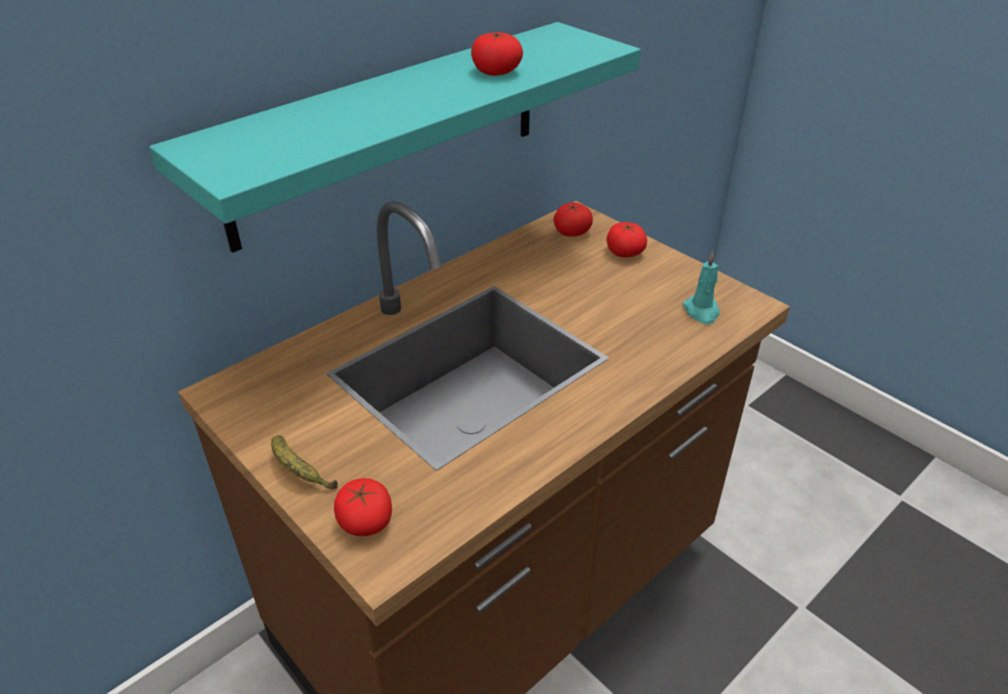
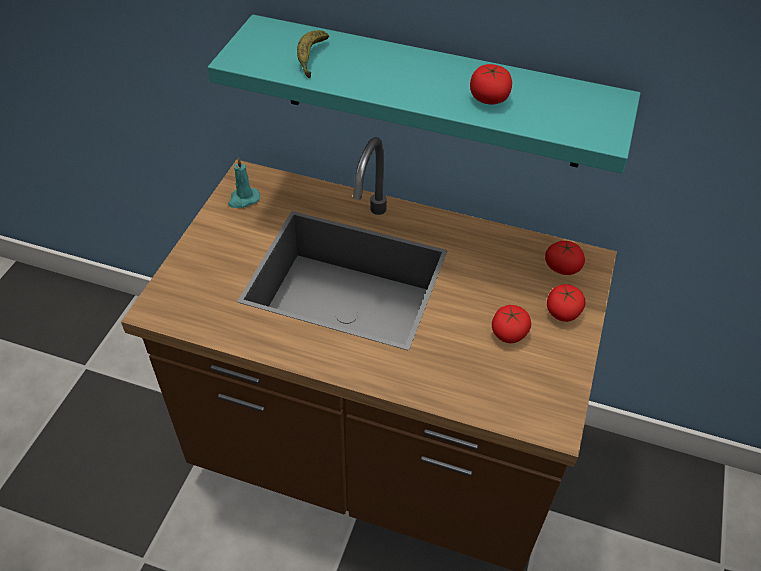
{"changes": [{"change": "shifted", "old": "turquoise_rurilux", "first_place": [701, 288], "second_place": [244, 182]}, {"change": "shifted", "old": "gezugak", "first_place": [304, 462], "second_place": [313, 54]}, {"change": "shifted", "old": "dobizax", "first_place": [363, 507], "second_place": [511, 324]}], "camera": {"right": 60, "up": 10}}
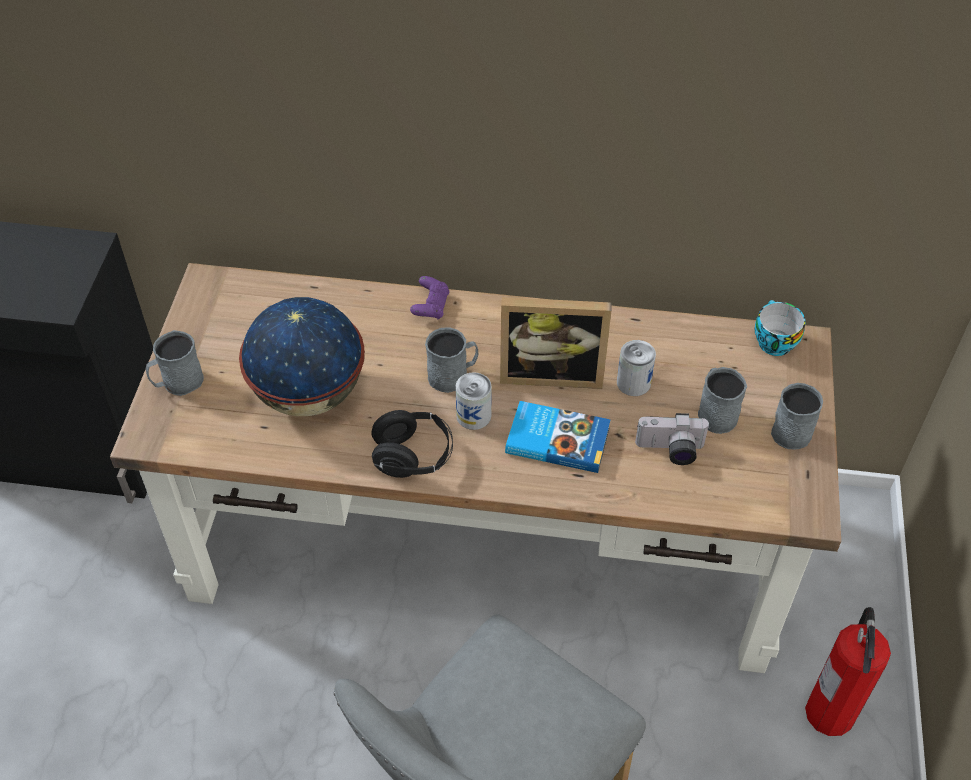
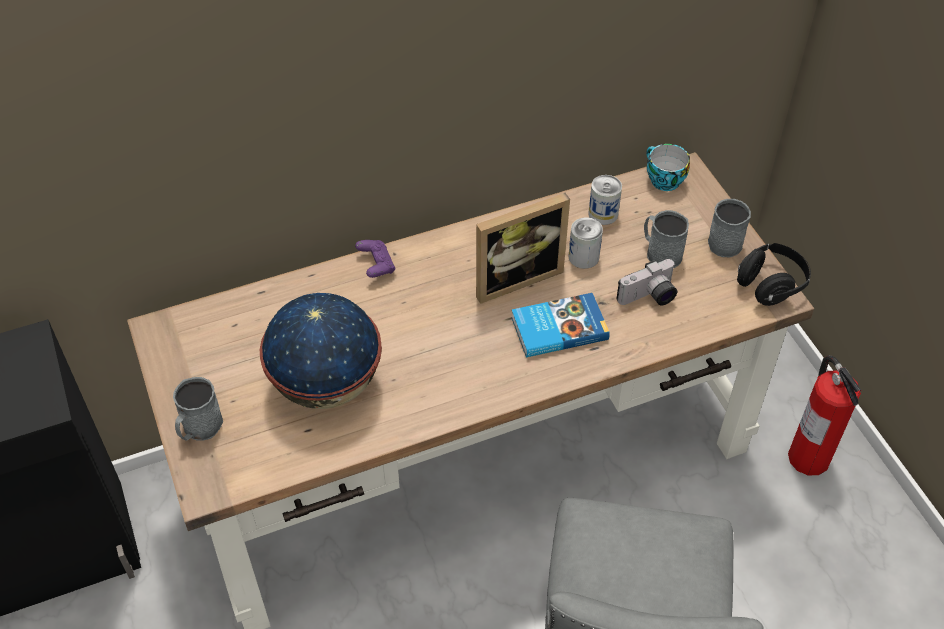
{"changes": [{"change": "gone", "old": "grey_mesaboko", "first_place": [451, 360]}, {"change": "shifted", "old": "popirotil", "first_place": [473, 401], "second_place": [605, 200]}, {"change": "shifted", "old": "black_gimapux", "first_place": [412, 444], "second_place": [774, 274]}], "camera": {"right": -30, "up": 0}}
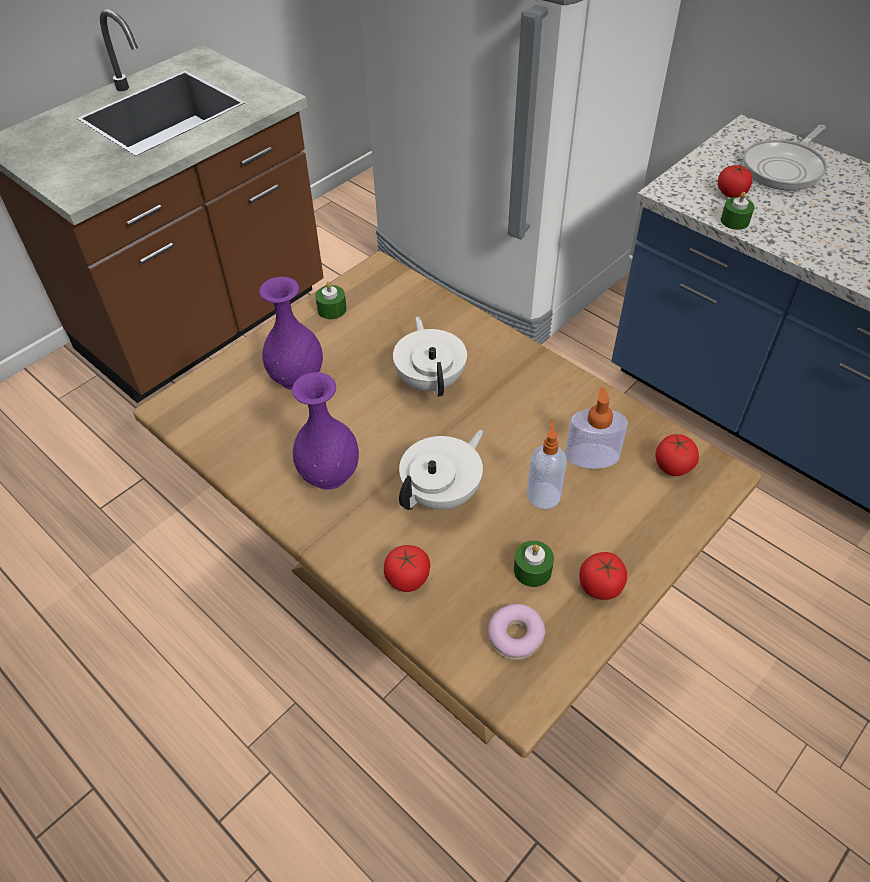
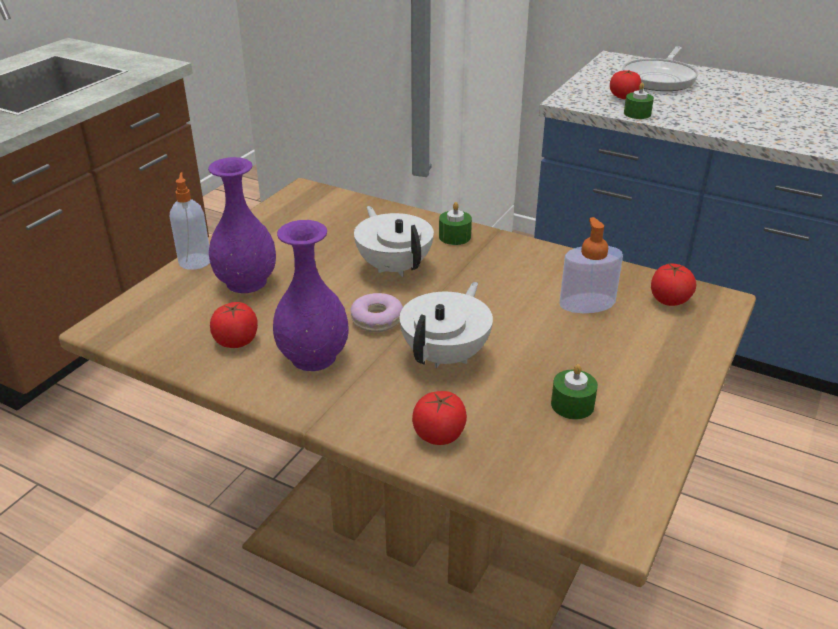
{"changes": [{"change": "shifted", "old": "green_rurilux", "first_place": [331, 300], "second_place": [455, 223]}, {"change": "shifted", "old": "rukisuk", "first_place": [547, 464], "second_place": [190, 221]}, {"change": "shifted", "old": "dobizax", "first_place": [603, 576], "second_place": [234, 325]}, {"change": "shifted", "old": "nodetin", "first_place": [517, 632], "second_place": [376, 312]}], "camera": {"right": -15, "up": -15}}
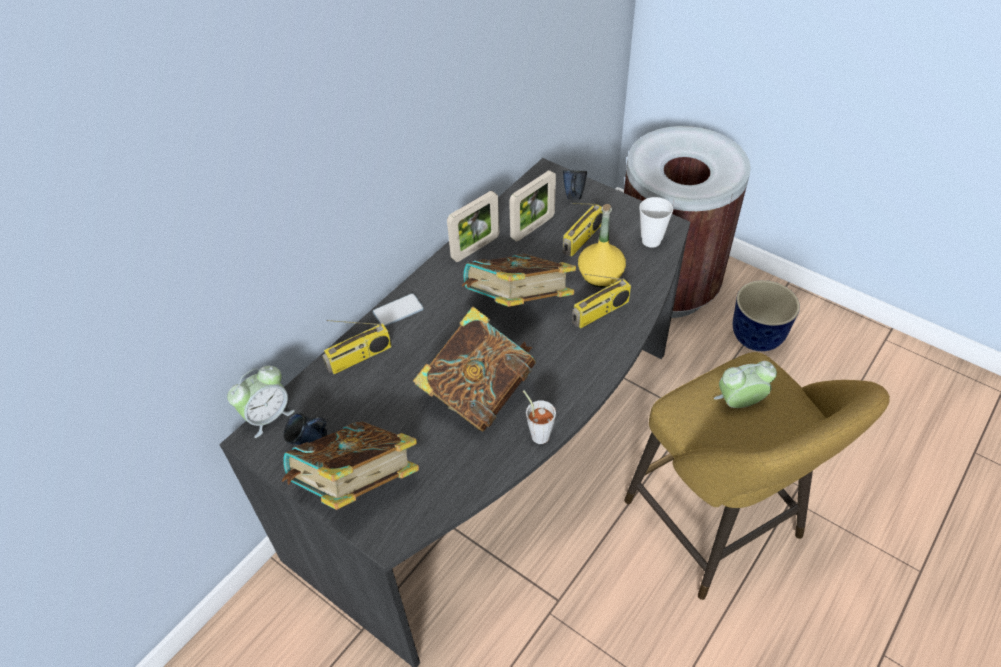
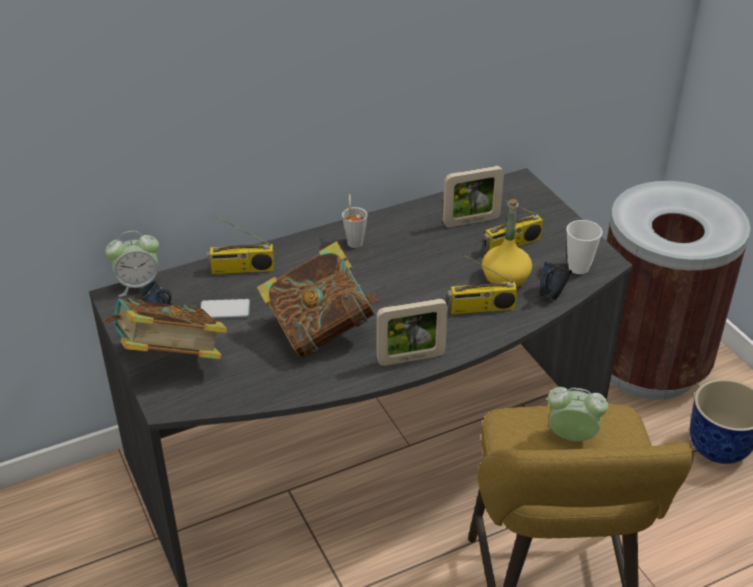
{"changes": [{"change": "shifted", "old": "blue_mesaboko", "first_place": [575, 185], "second_place": [555, 281]}, {"change": "shifted", "old": "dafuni", "first_place": [473, 226], "second_place": [412, 332]}, {"change": "gone", "old": "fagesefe", "first_place": [519, 280]}, {"change": "shifted", "old": "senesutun", "first_place": [398, 310], "second_place": [225, 309]}, {"change": "shifted", "old": "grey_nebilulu", "first_place": [539, 417], "second_place": [354, 221]}], "camera": {"right": 25, "up": -10}}
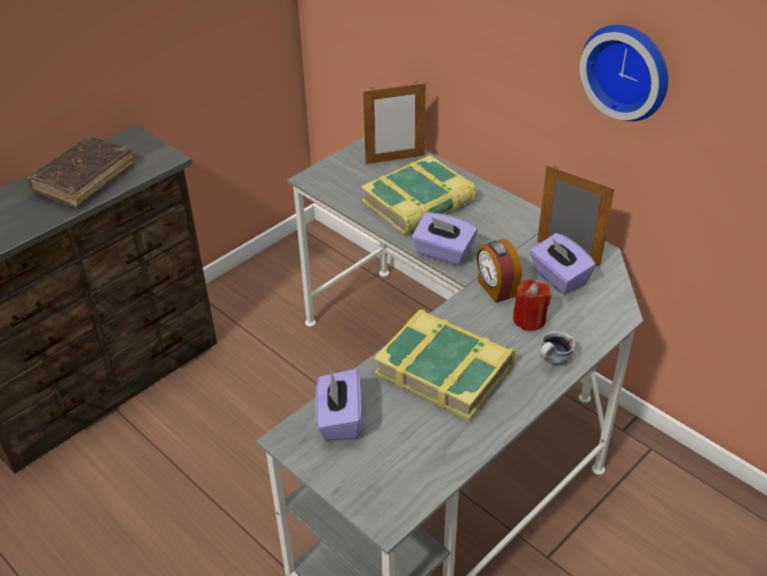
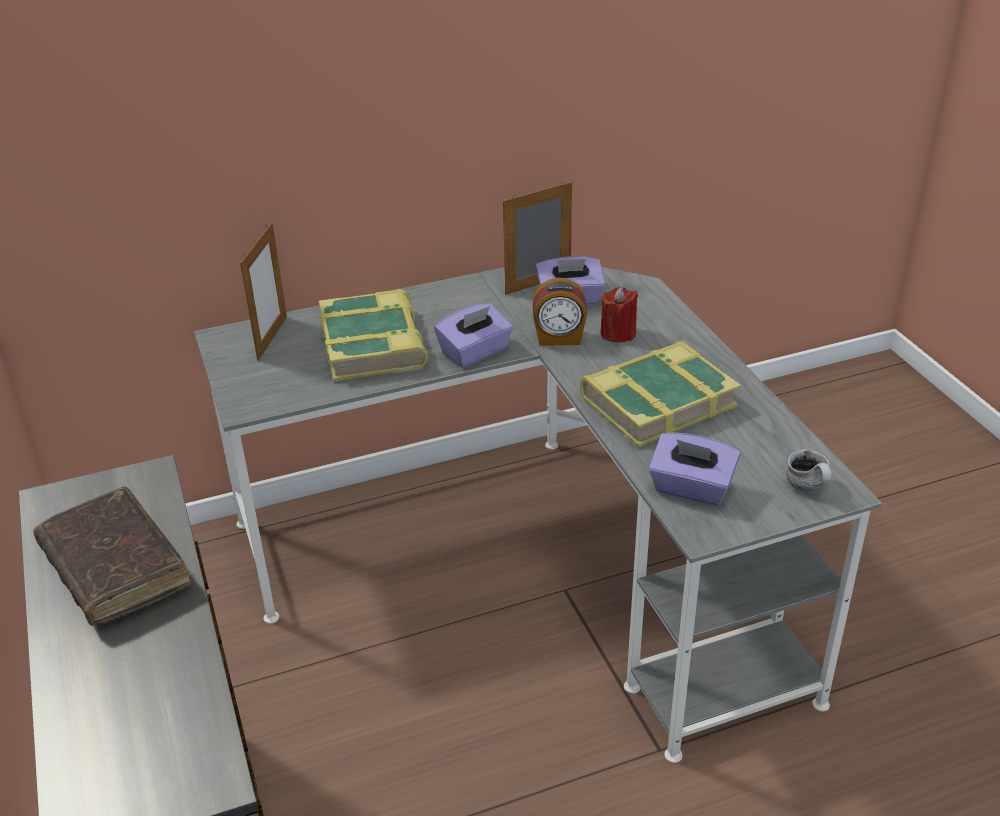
{"changes": [{"change": "gone", "old": "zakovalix", "first_place": [624, 73]}, {"change": "shifted", "old": "mesaboko", "first_place": [557, 348], "second_place": [809, 470]}], "camera": {"right": -65, "up": -5}}
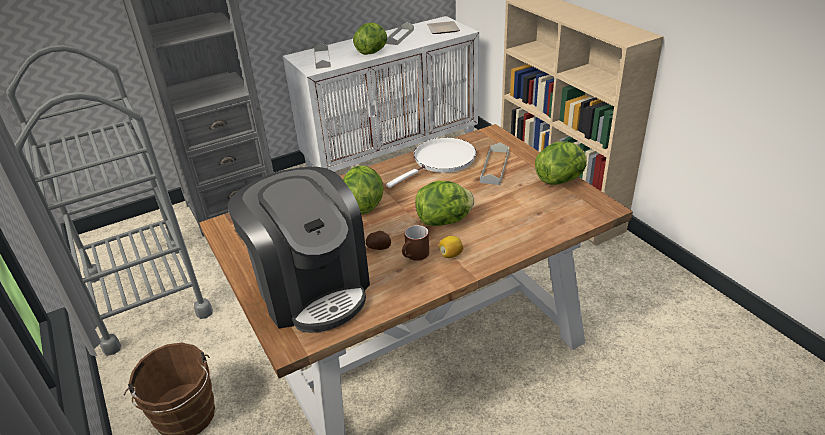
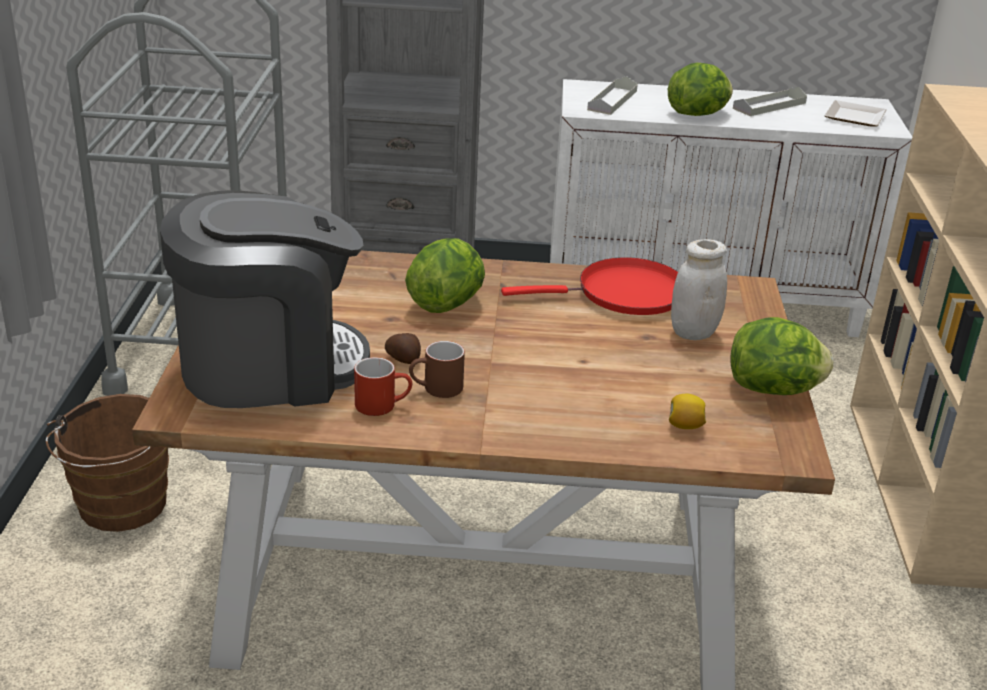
{"changes": [{"change": "repainted", "old": "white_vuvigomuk", "new": "red_vuvigomuk", "first_place": [431, 162], "second_place": [589, 286]}, {"change": "swapped", "old": "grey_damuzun", "new": "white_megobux", "first_place": [494, 164], "second_place": [699, 289]}, {"change": "rotated", "old": "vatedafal", "first_place": [298, 249], "second_place": [265, 299], "degrees": -105}, {"change": "gone", "old": "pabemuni", "first_place": [444, 203]}, {"change": "shifted", "old": "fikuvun", "first_place": [451, 247], "second_place": [687, 411]}, {"change": "new", "new": "red_mesaboko", "second_place": [383, 386]}], "camera": {"right": 30, "up": -5}}
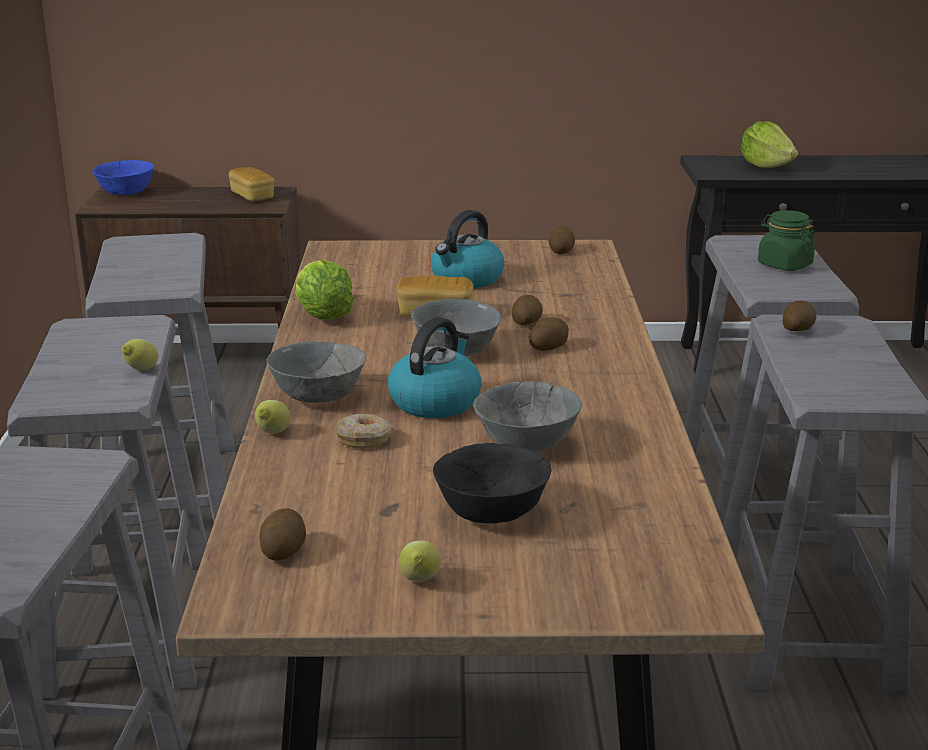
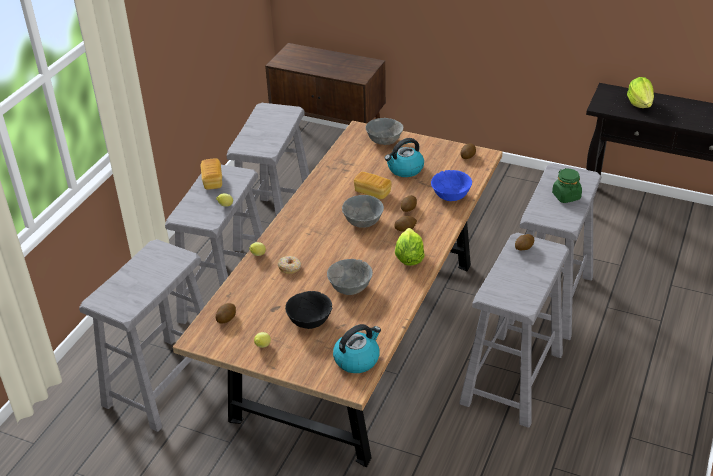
{"changes": [{"change": "shifted", "old": "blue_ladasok", "first_place": [123, 177], "second_place": [451, 185]}, {"change": "shifted", "old": "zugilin", "first_place": [252, 184], "second_place": [211, 174]}, {"change": "shifted", "old": "pabemuni", "first_place": [324, 290], "second_place": [409, 247]}, {"change": "shifted", "old": "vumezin", "first_place": [435, 367], "second_place": [357, 348]}, {"change": "shifted", "old": "grey_ladasok", "first_place": [316, 372], "second_place": [385, 131]}], "camera": {"right": 25, "up": 15}}
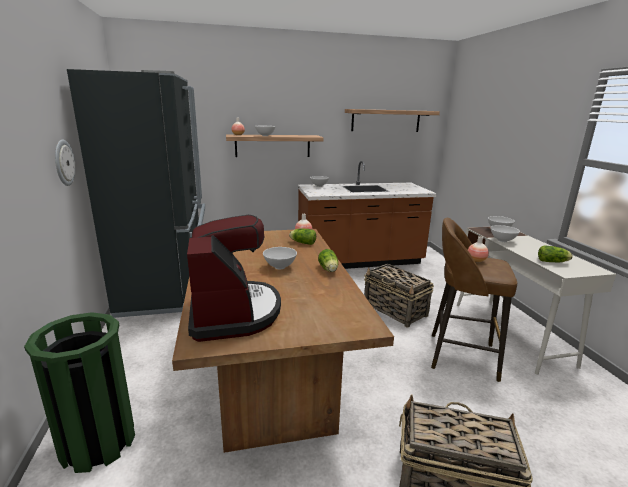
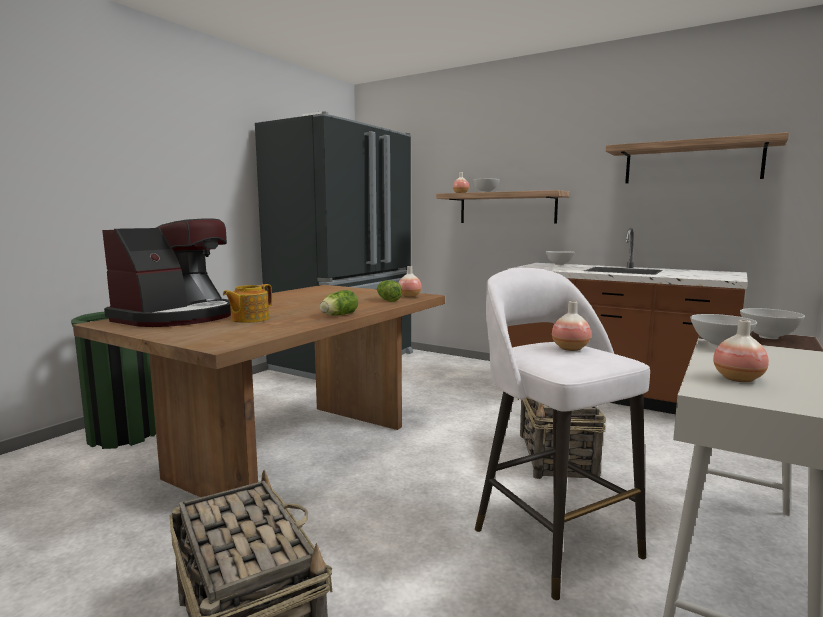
{"changes": [{"change": "gone", "old": "zakovalix", "first_place": [65, 162]}, {"change": "repainted", "old": "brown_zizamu", "new": "white_zizamu", "first_place": [474, 300], "second_place": [562, 434]}, {"change": "swapped", "old": "pabemuni", "new": "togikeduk", "first_place": [555, 253], "second_place": [741, 351]}, {"change": "gone", "old": "white_ladasok", "first_place": [280, 258]}, {"change": "new", "new": "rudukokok", "second_place": [247, 303]}], "camera": {"right": 45, "up": -10}}
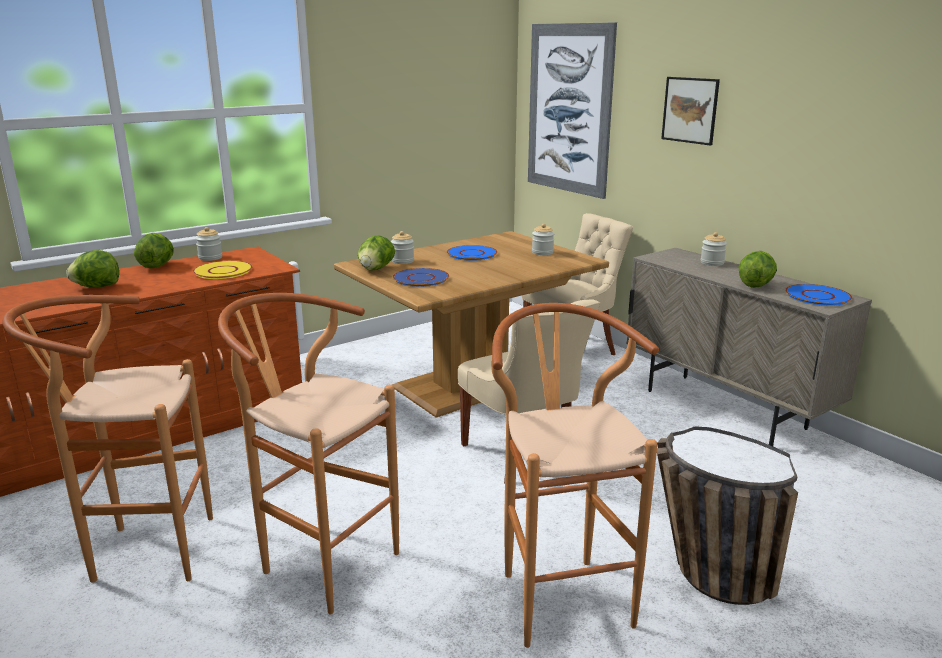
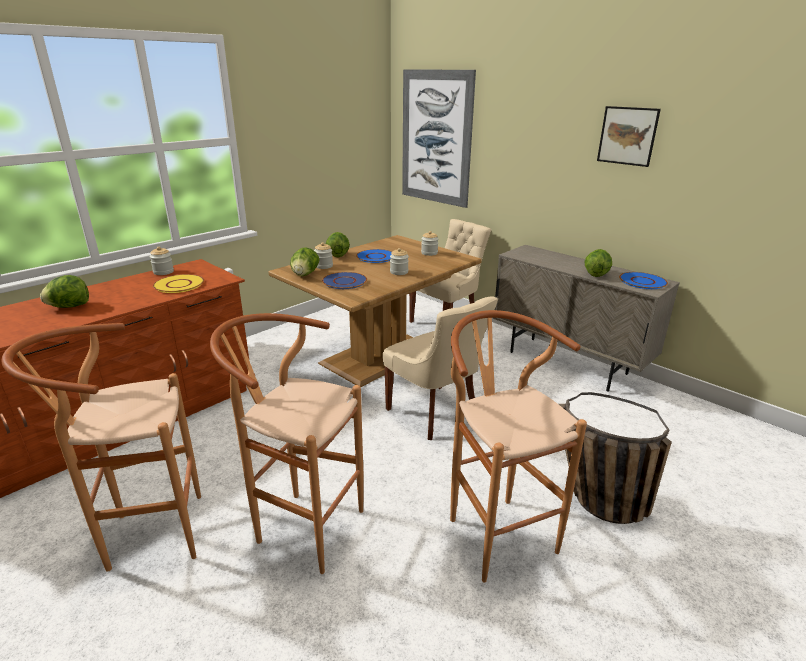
{"changes": [{"change": "shifted", "old": "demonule", "first_place": [690, 111], "second_place": [629, 136]}, {"change": "shifted", "old": "megobux", "first_place": [713, 249], "second_place": [399, 261]}, {"change": "shifted", "old": "pabemuni", "first_place": [154, 250], "second_place": [338, 244]}], "camera": {"right": -10, "up": 5}}
